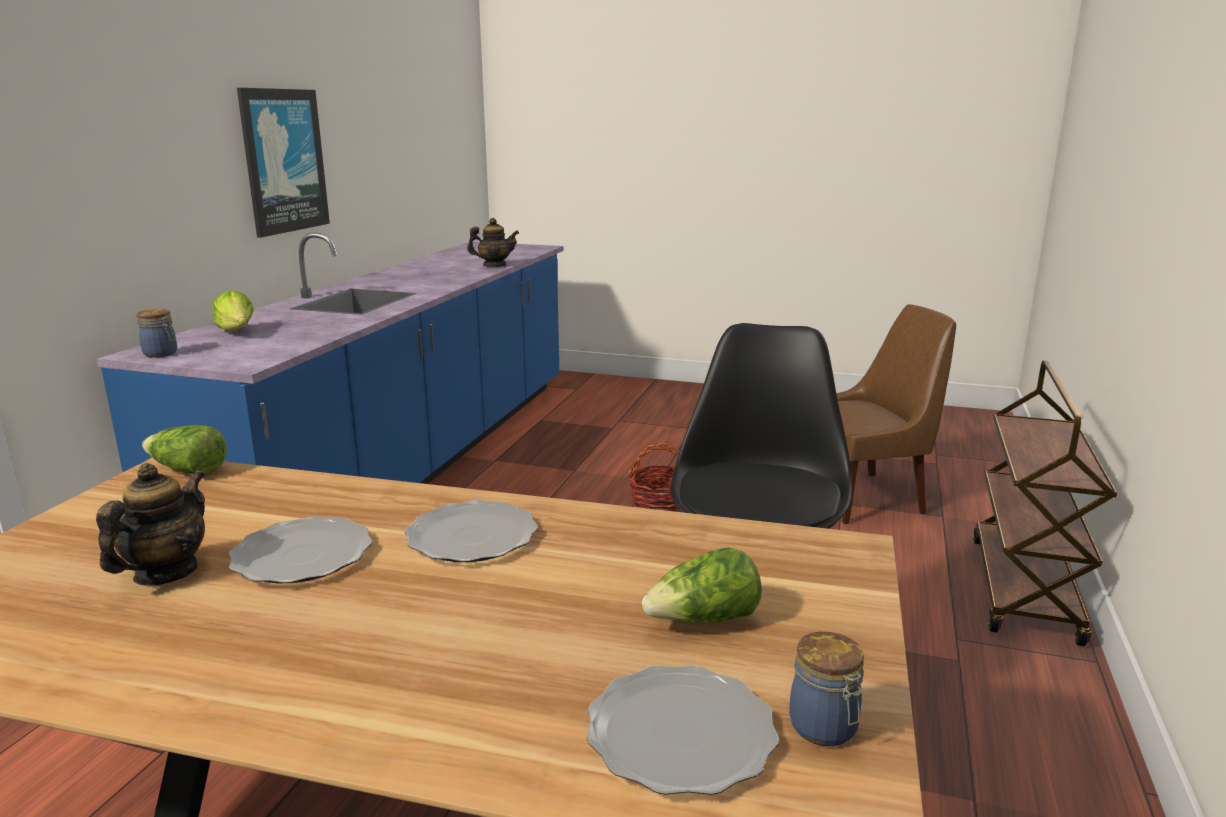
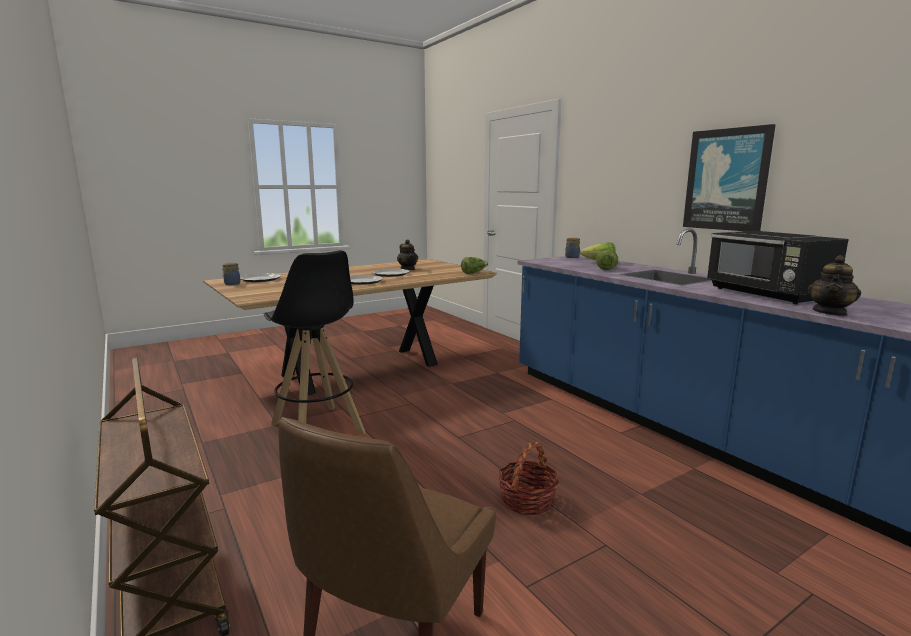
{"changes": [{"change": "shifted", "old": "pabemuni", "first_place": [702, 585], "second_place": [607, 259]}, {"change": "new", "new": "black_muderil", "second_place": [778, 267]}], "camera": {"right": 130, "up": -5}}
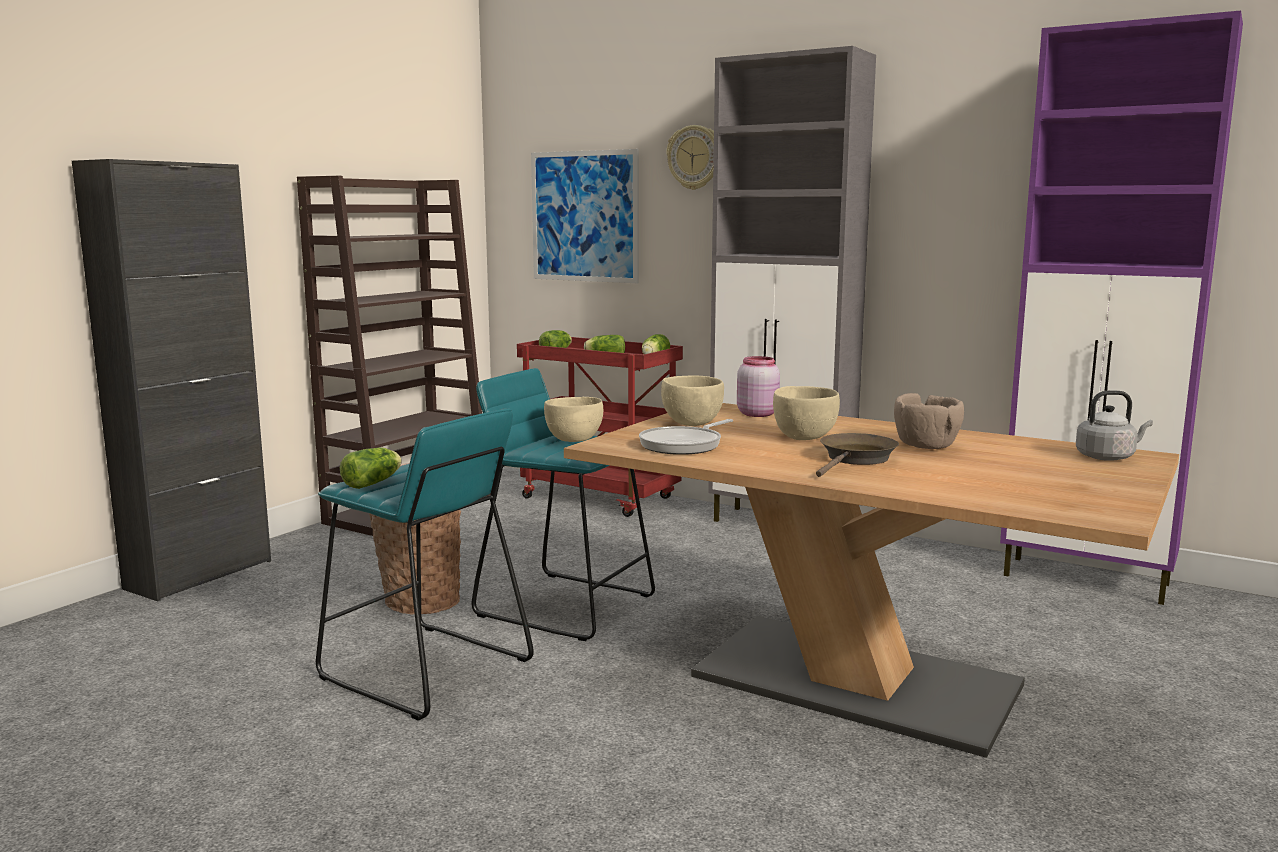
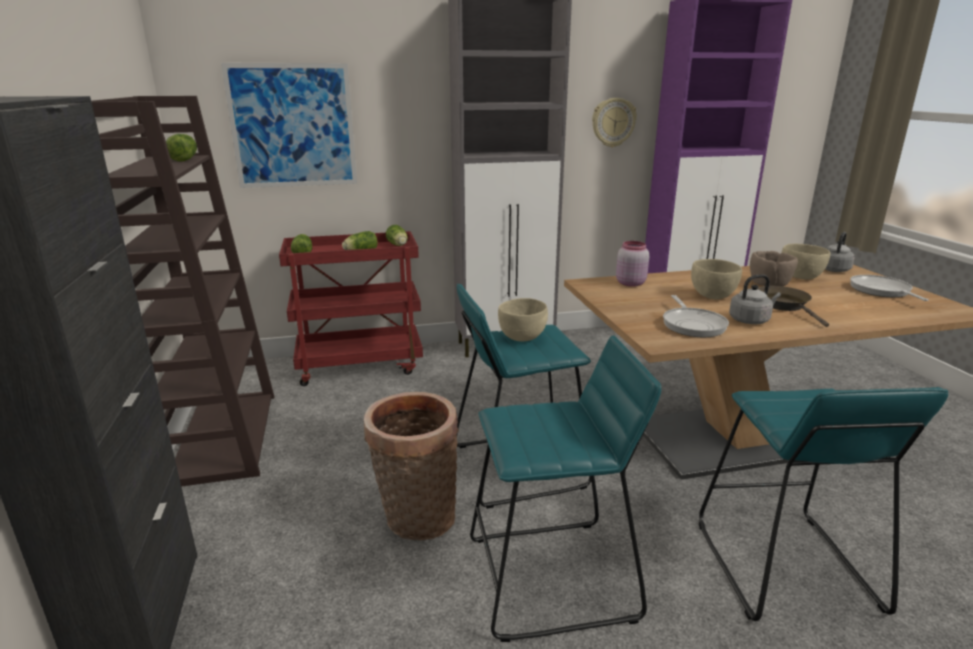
{"changes": [{"change": "shifted", "old": "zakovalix", "first_place": [690, 157], "second_place": [614, 122]}, {"change": "shifted", "old": "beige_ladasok", "first_place": [692, 400], "second_place": [805, 262]}, {"change": "shifted", "old": "pabemuni", "first_place": [371, 468], "second_place": [181, 148]}, {"change": "new", "new": "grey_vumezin", "second_place": [755, 299]}, {"change": "new", "new": "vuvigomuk", "second_place": [889, 288]}, {"change": "new", "new": "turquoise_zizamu", "second_place": [823, 504]}], "camera": {"right": -45, "up": 10}}
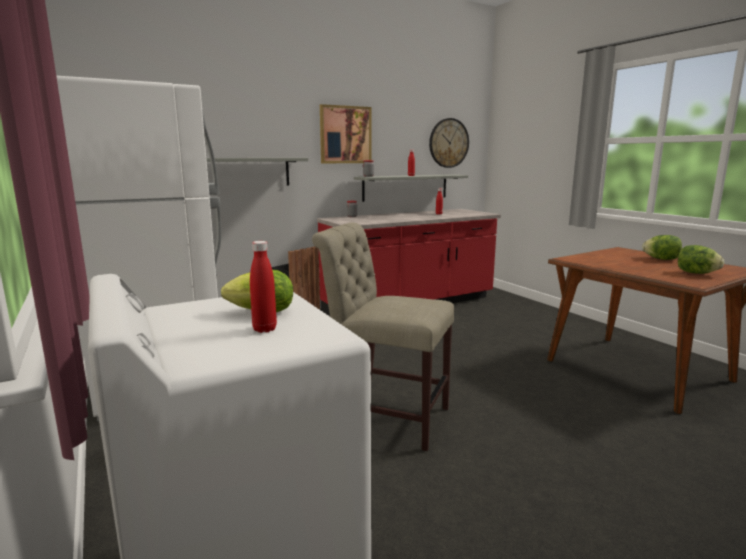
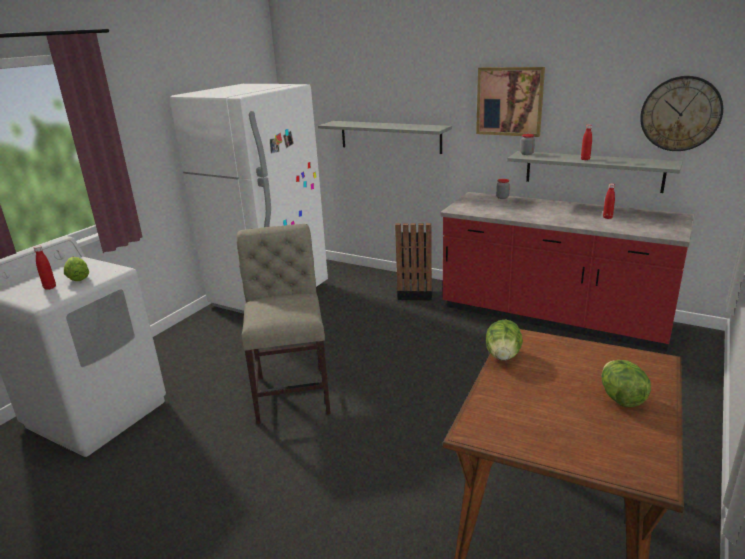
{"changes": [{"change": "shifted", "old": "pabemuni", "first_place": [701, 259], "second_place": [504, 340]}], "camera": {"right": 60, "up": 10}}
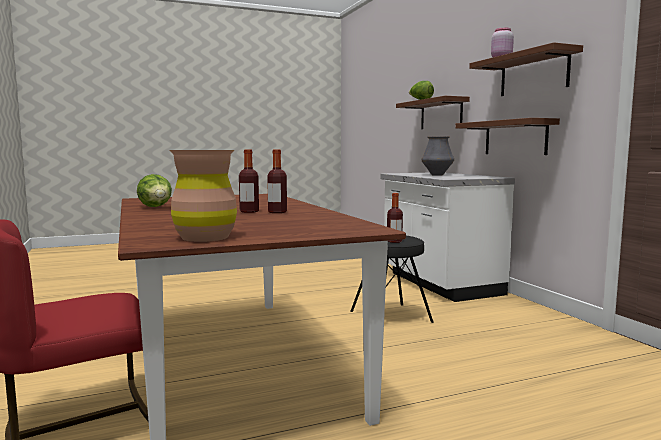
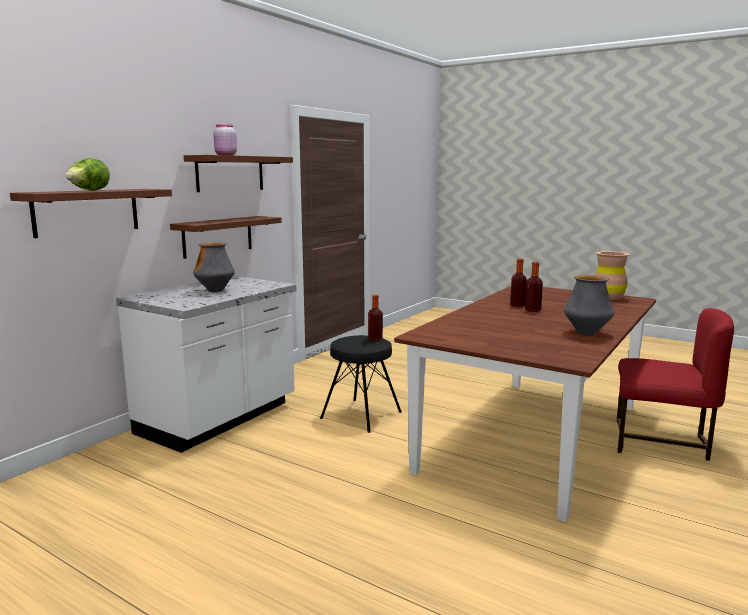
{"changes": [{"change": "swapped", "old": "pabemuni", "new": "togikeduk", "first_place": [154, 190], "second_place": [589, 305]}], "camera": {"right": -125, "up": 5}}
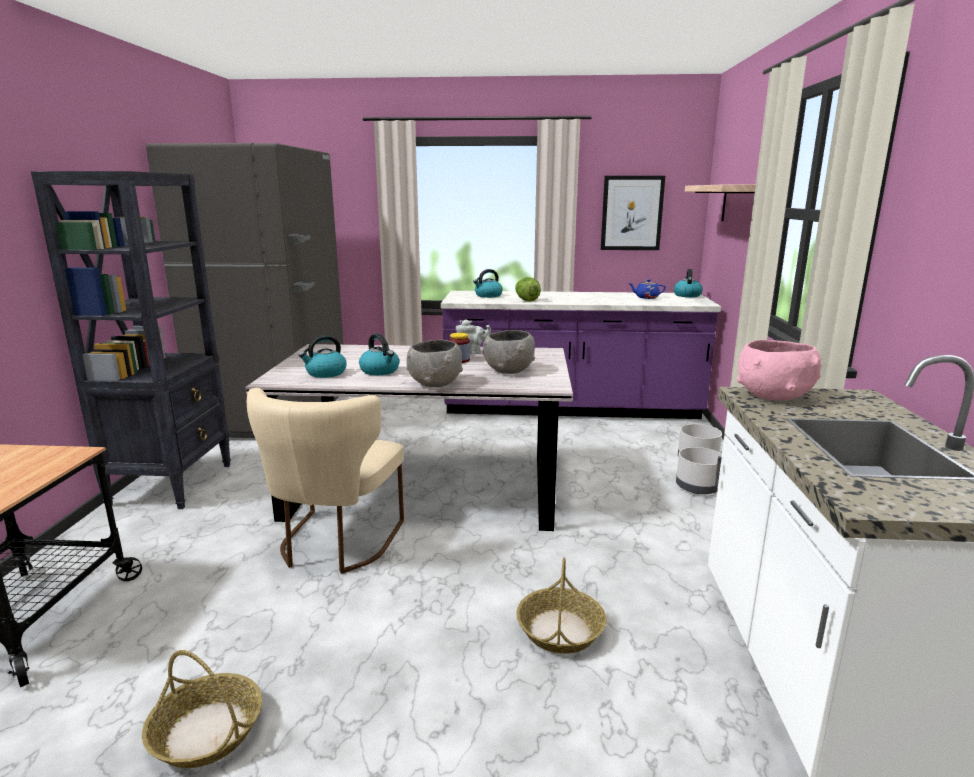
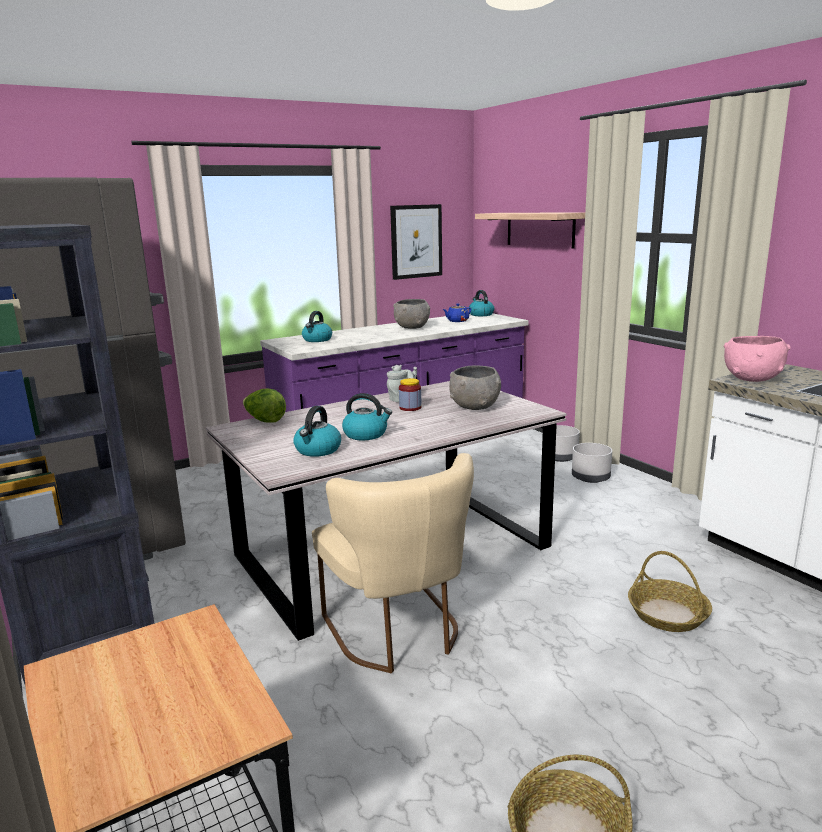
{"changes": [{"change": "shifted", "old": "pabemuni", "first_place": [528, 289], "second_place": [264, 405]}, {"change": "shifted", "old": "grey_ladasok", "first_place": [434, 363], "second_place": [411, 314]}], "camera": {"right": -35, "up": 0}}
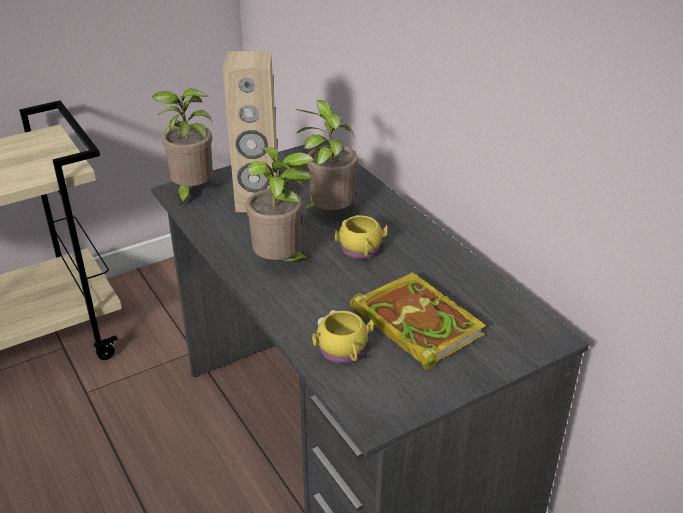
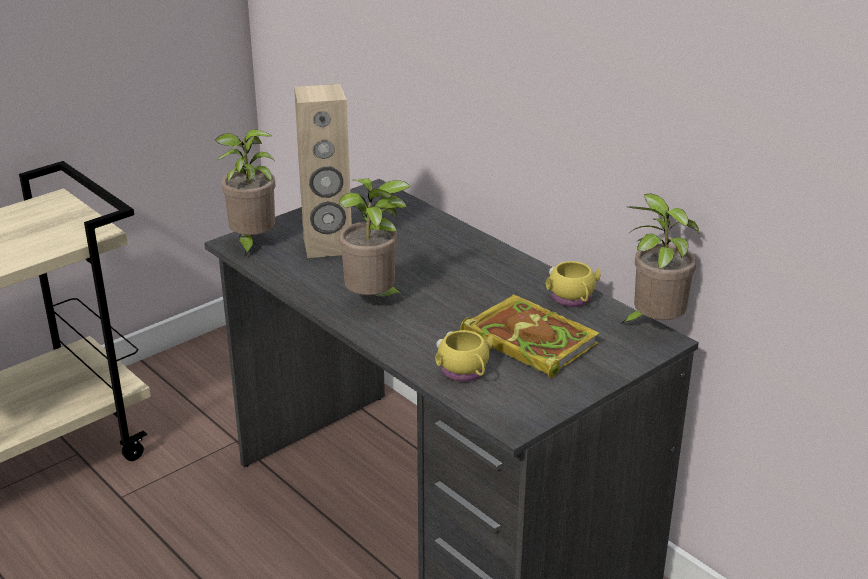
{"changes": [{"change": "shifted", "old": "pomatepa", "first_place": [326, 155], "second_place": [659, 259]}, {"change": "shifted", "old": "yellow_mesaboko", "first_place": [361, 237], "second_place": [573, 284]}], "camera": {"right": -10, "up": -5}}
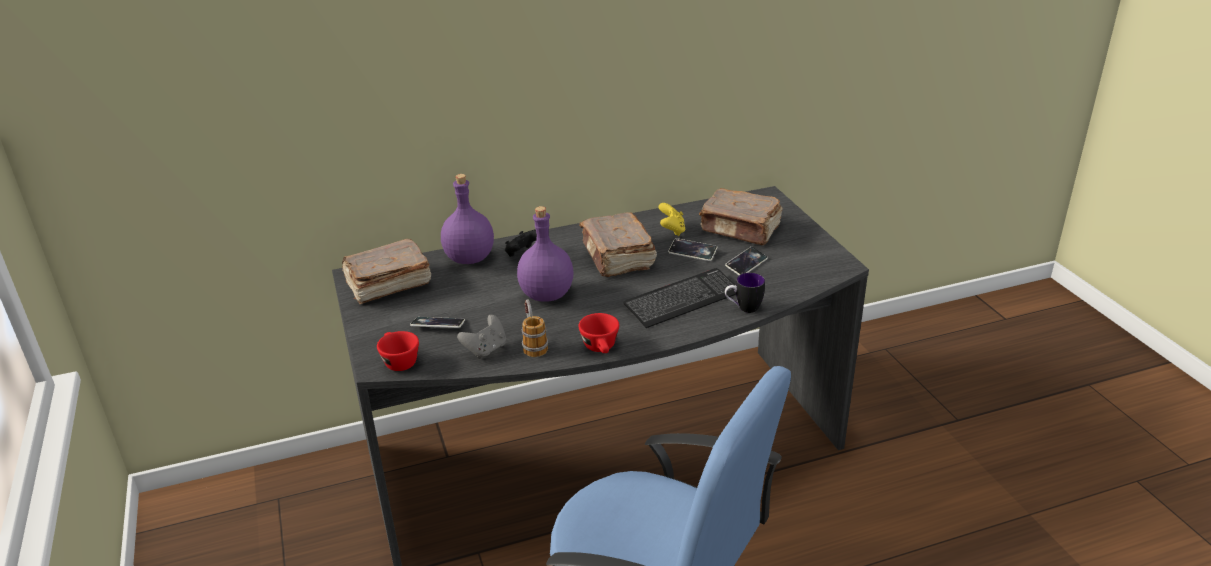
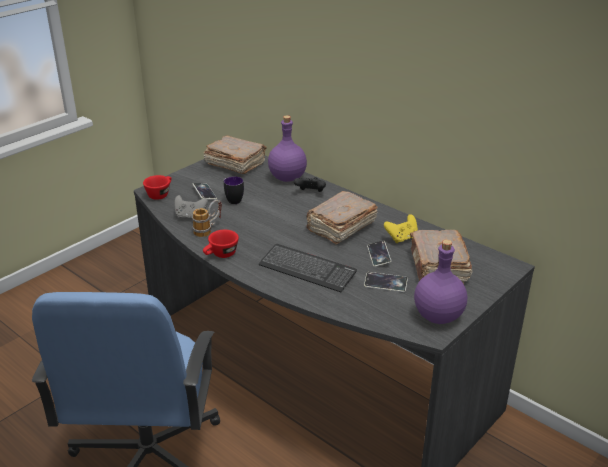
{"changes": [{"change": "shifted", "old": "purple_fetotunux", "first_place": [545, 254], "second_place": [440, 282]}, {"change": "shifted", "old": "mesaboko", "first_place": [745, 293], "second_place": [233, 190]}], "camera": {"right": 60, "up": 0}}
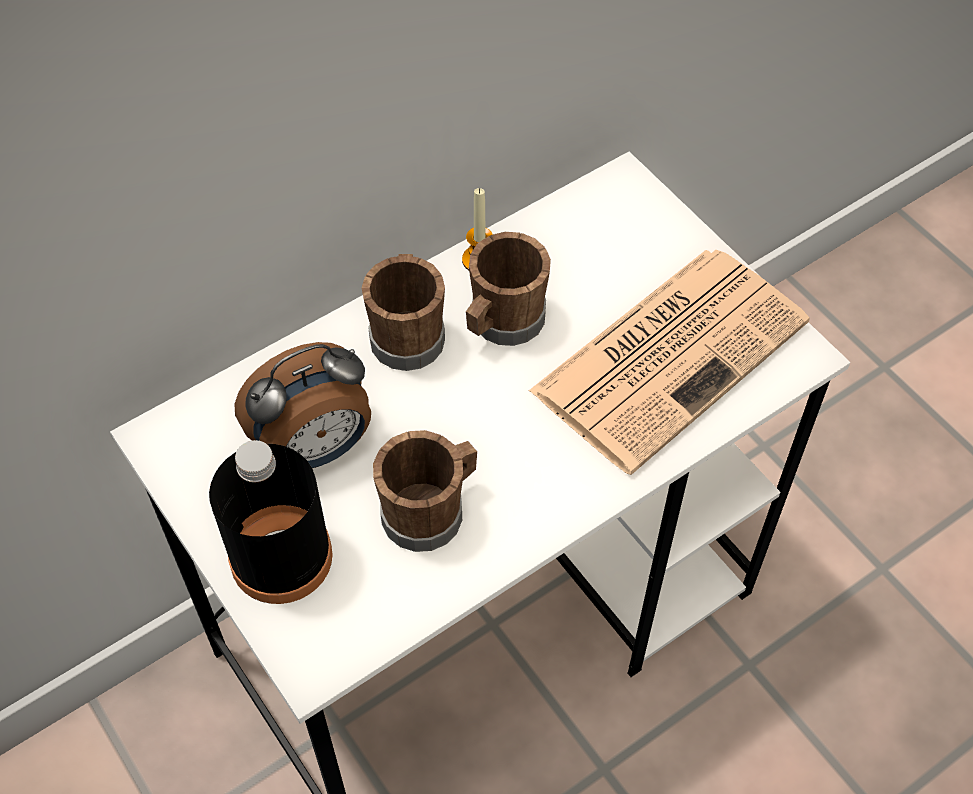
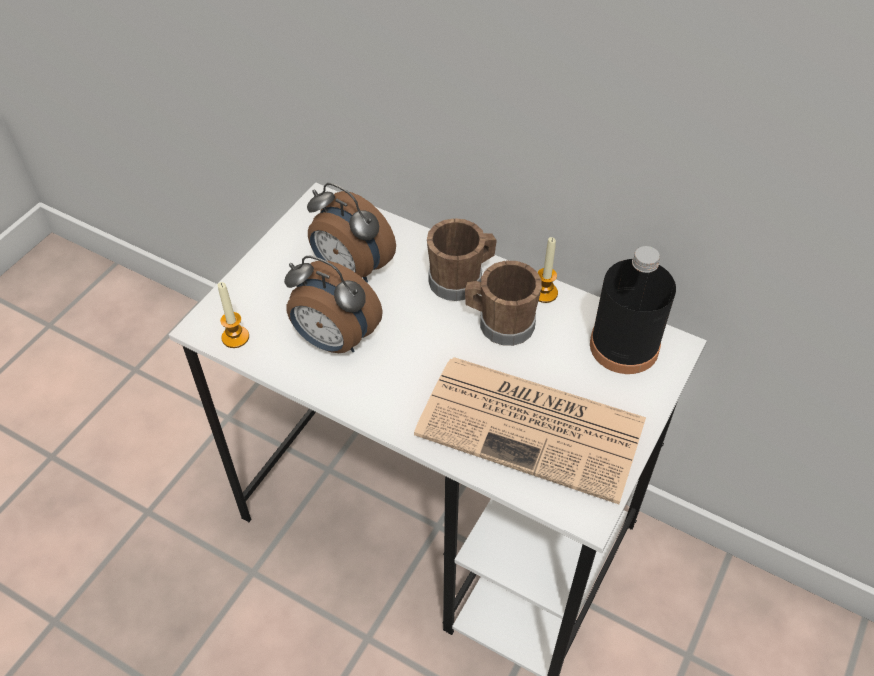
{"changes": [{"change": "swapped", "old": "brown_mesaboko", "new": "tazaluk", "first_place": [425, 491], "second_place": [333, 304]}, {"change": "shifted", "old": "black_fetotunux", "first_place": [271, 522], "second_place": [633, 310]}, {"change": "new", "new": "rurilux", "second_place": [233, 315]}], "camera": {"right": 65, "up": -5}}
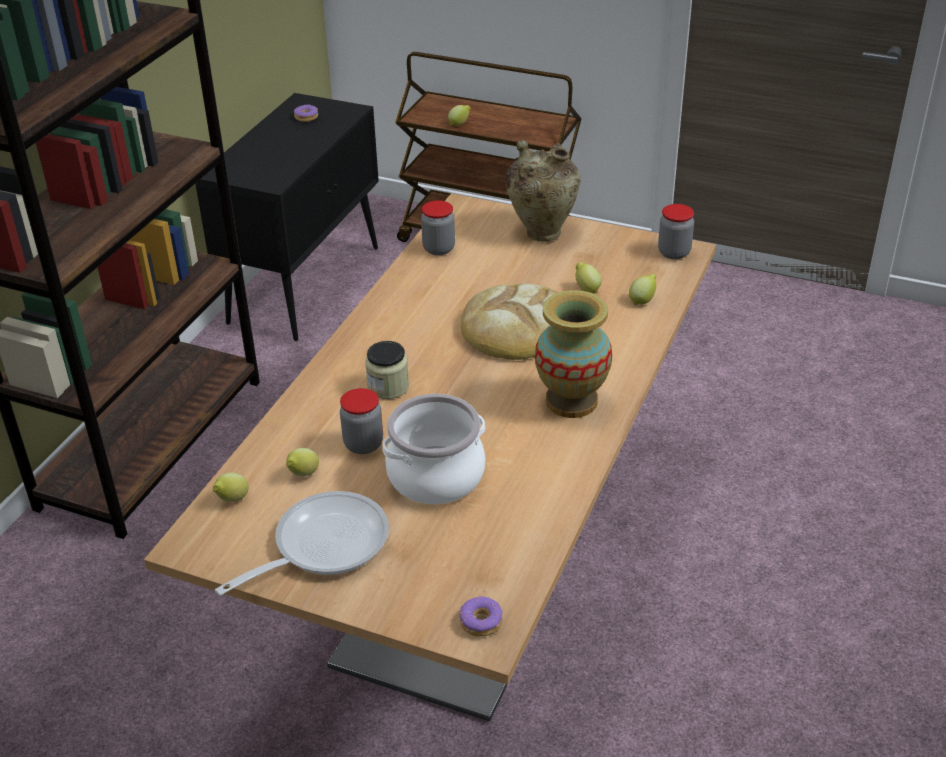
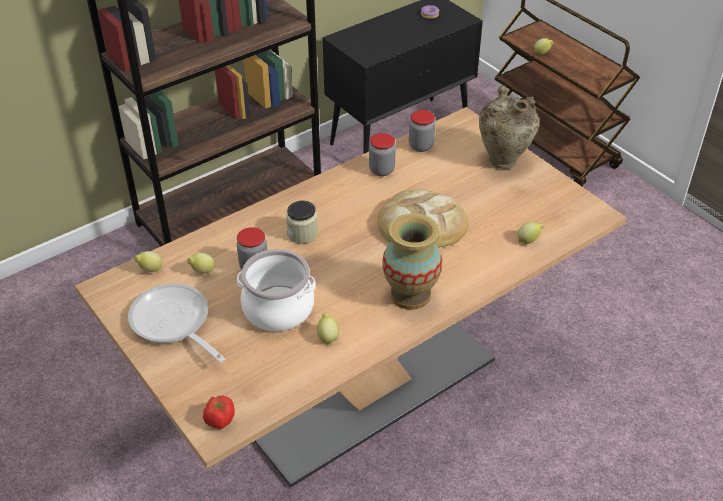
{"changes": [{"change": "shifted", "old": "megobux", "first_place": [676, 231], "second_place": [382, 154]}, {"change": "shifted", "old": "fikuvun", "first_place": [589, 277], "second_place": [328, 328]}, {"change": "rotated", "old": "vuvigomuk", "first_place": [302, 543], "second_place": [176, 323], "degrees": -120}, {"change": "swapped", "old": "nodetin", "new": "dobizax", "first_place": [481, 617], "second_place": [219, 412]}], "camera": {"right": 30, "up": 5}}
